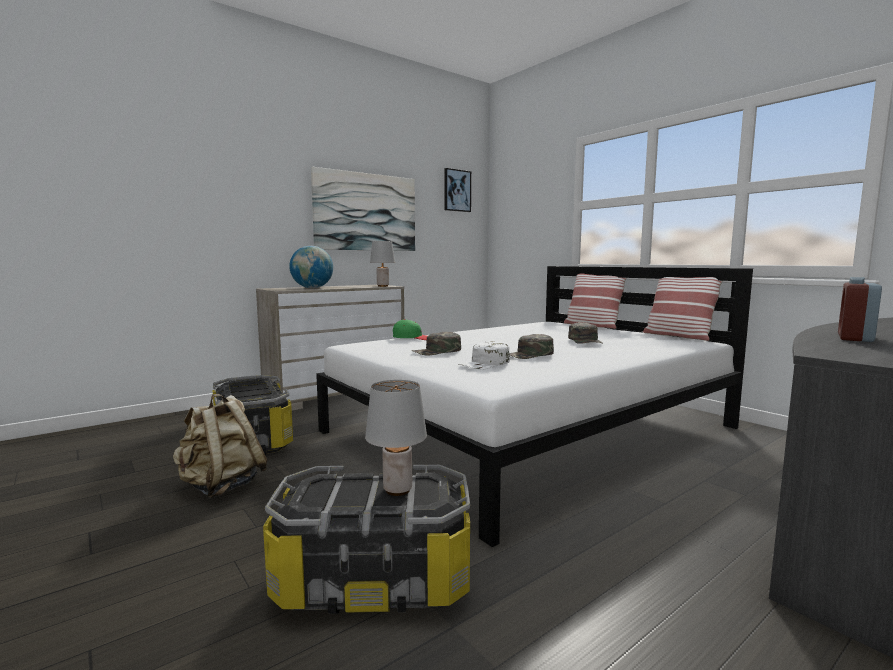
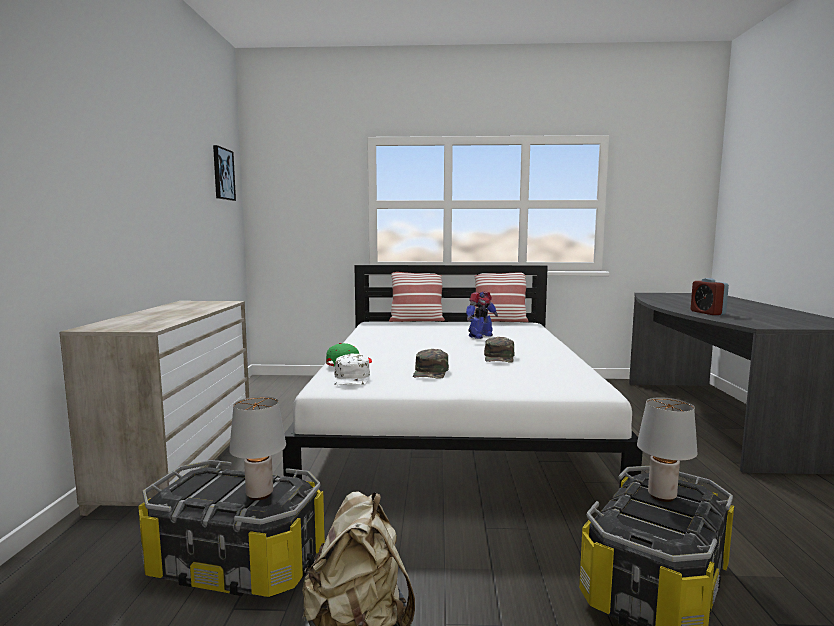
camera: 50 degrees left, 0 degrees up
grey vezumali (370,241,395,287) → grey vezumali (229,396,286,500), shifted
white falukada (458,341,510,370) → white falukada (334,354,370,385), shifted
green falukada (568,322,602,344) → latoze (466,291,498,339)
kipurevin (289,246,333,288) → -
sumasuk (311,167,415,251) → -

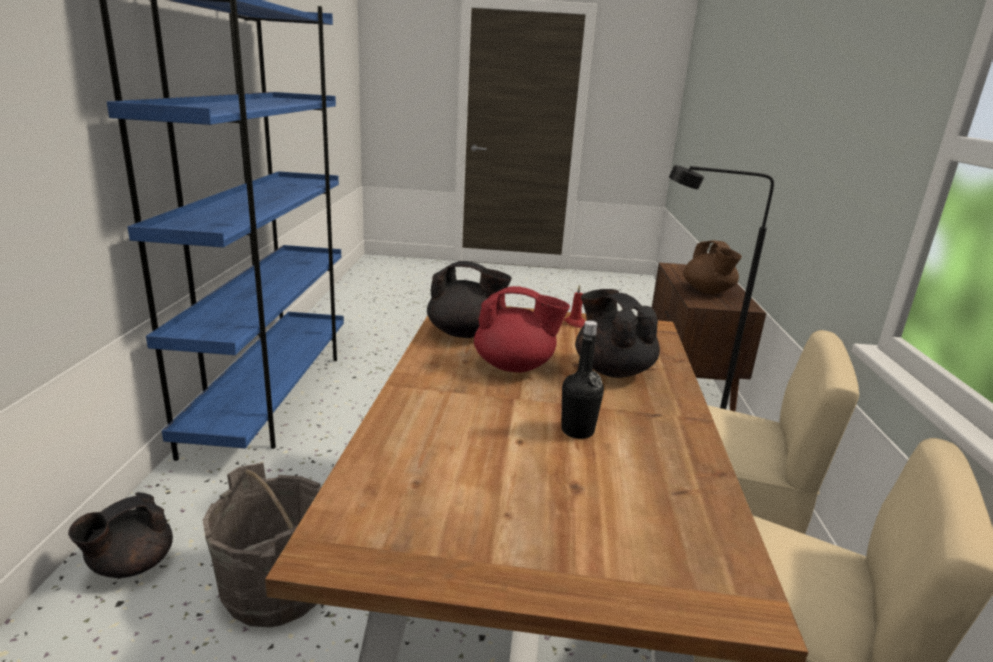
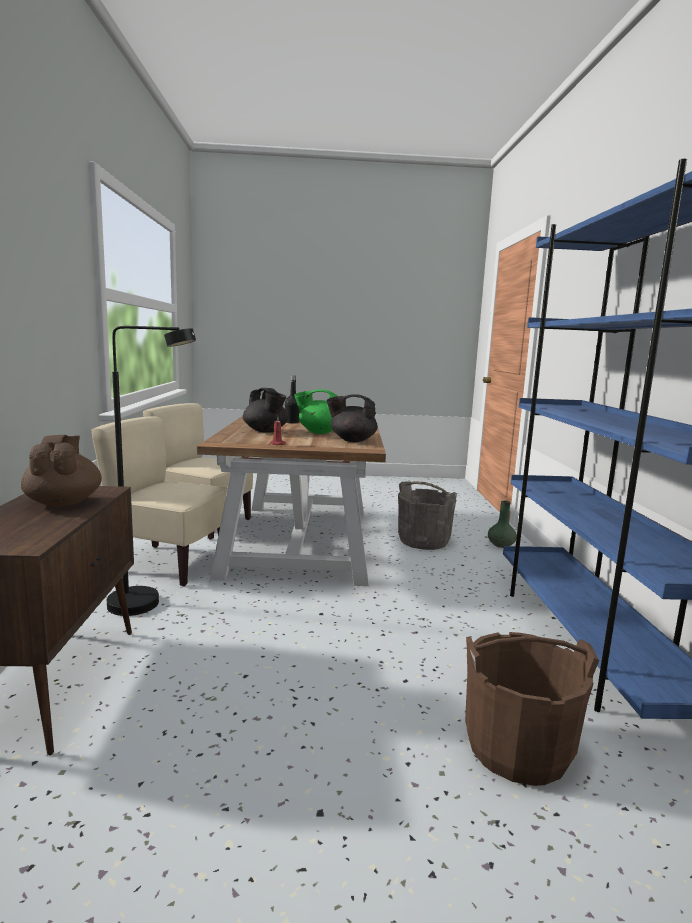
camera: 175 degrees right, 10 degrees down
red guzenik (474,286,570,373) → green guzenik (294,389,337,434)
- → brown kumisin (465,632,599,786)
black guzenik (68,492,173,578) → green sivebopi (488,500,517,548)

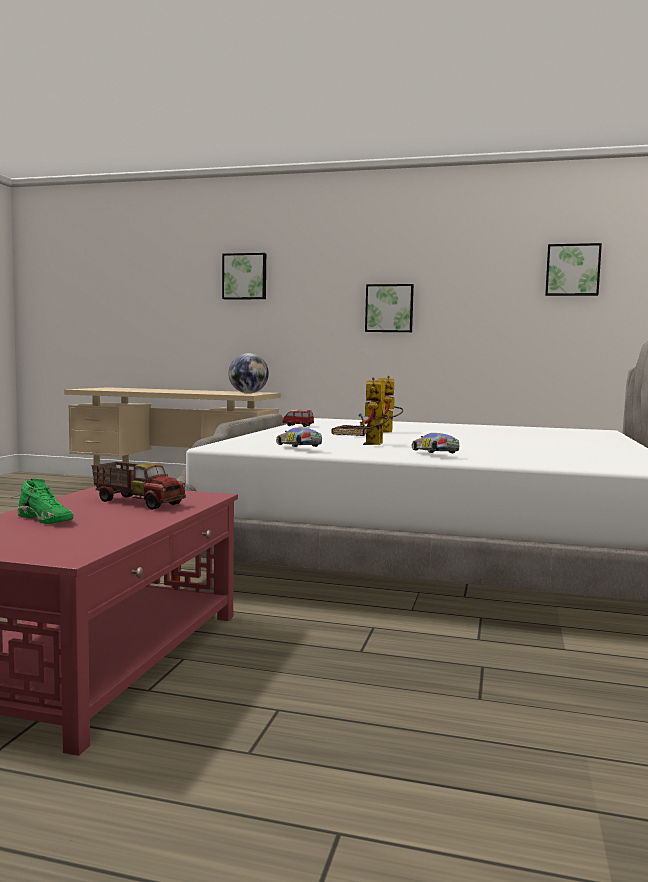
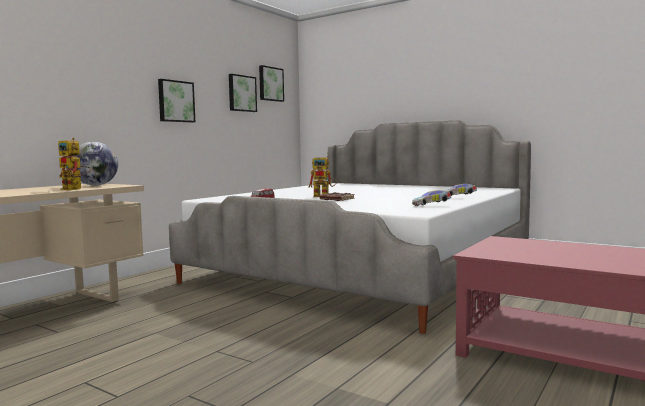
camera: 70 degrees left, 0 degrees up
latoze (358,377,390,445) → latoze (58,138,91,190), shifted
sumasuk (222,253,266,299) → sumasuk (229,74,257,112), shifted
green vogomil (18,478,74,524) → -
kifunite (92,462,186,510) → -

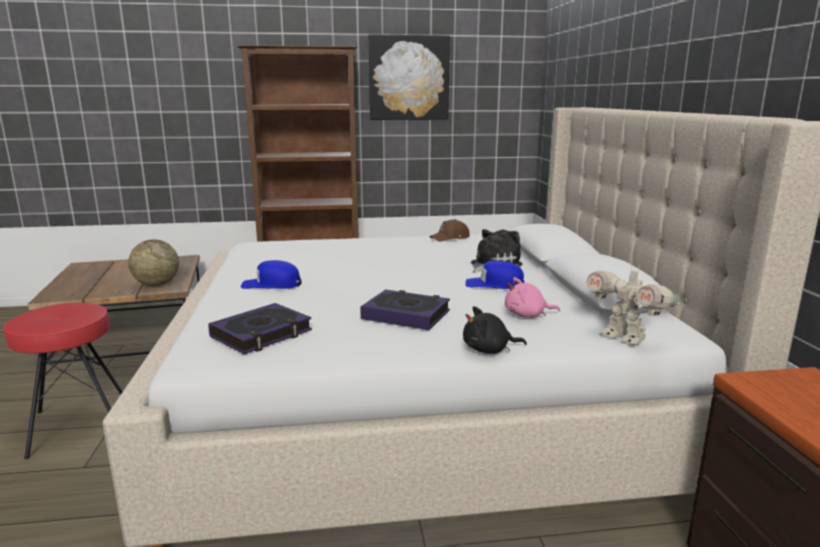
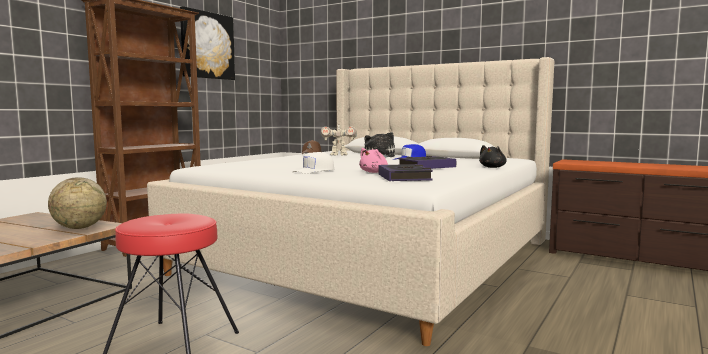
camera: 50 degrees left, 10 degrees down
blue falukada (241,260,302,289) → white falukada (292,152,334,174)
latoze (586,262,679,344) → latoze (321,121,357,156), shifted
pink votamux (505,277,560,318) → pink votamux (359,148,388,173), shifted

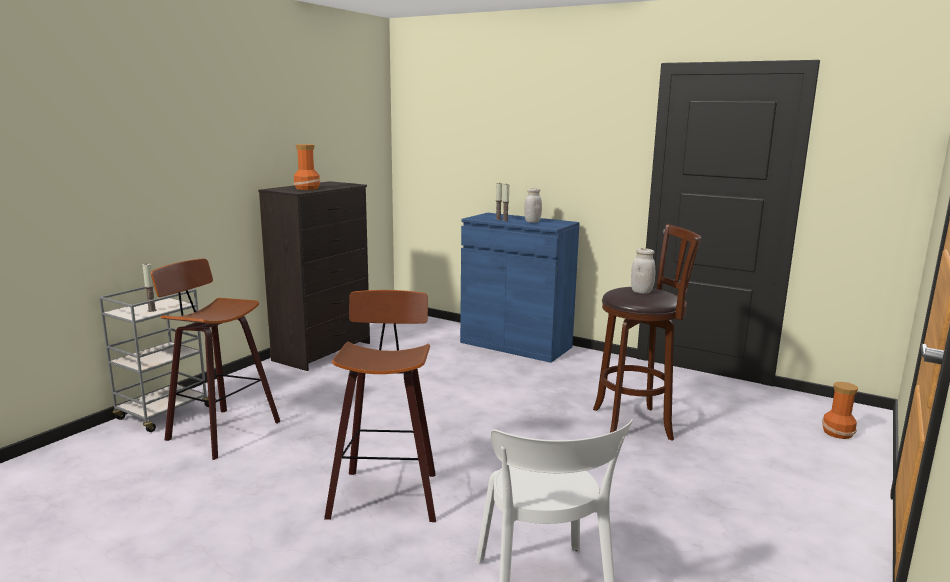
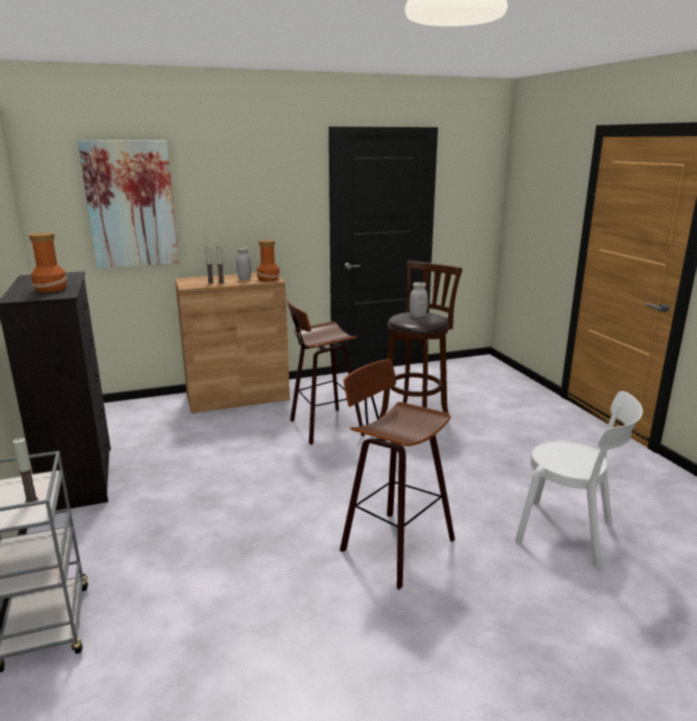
camera: 50 degrees left, 5 degrees up
- → sumasuk (78,140,179,269)
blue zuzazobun (460,213,580,363) → brown zuzazobun (175,273,290,413)
sivebopi (822,382,858,439) → sivebopi (256,240,280,282), shifted
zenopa (151,259,280,460) → zenopa (287,300,365,445), shifted

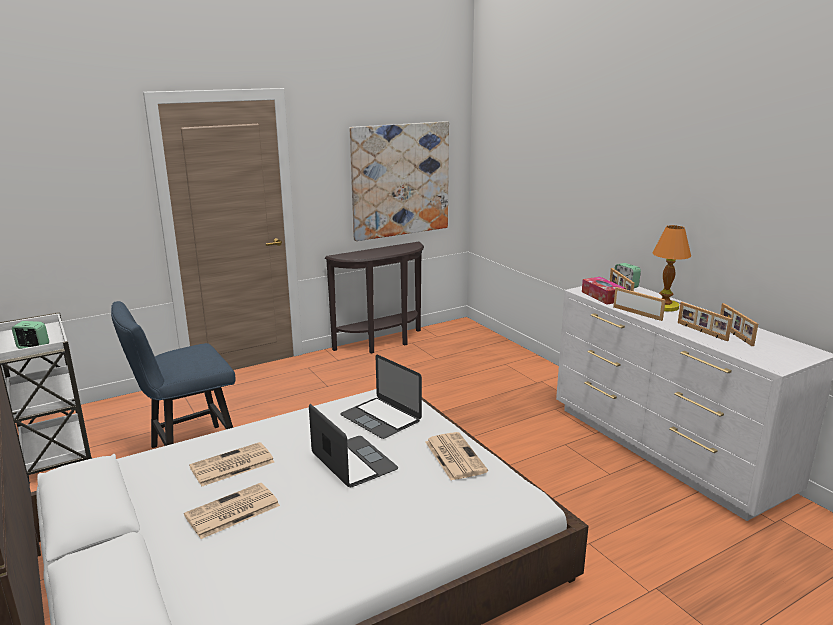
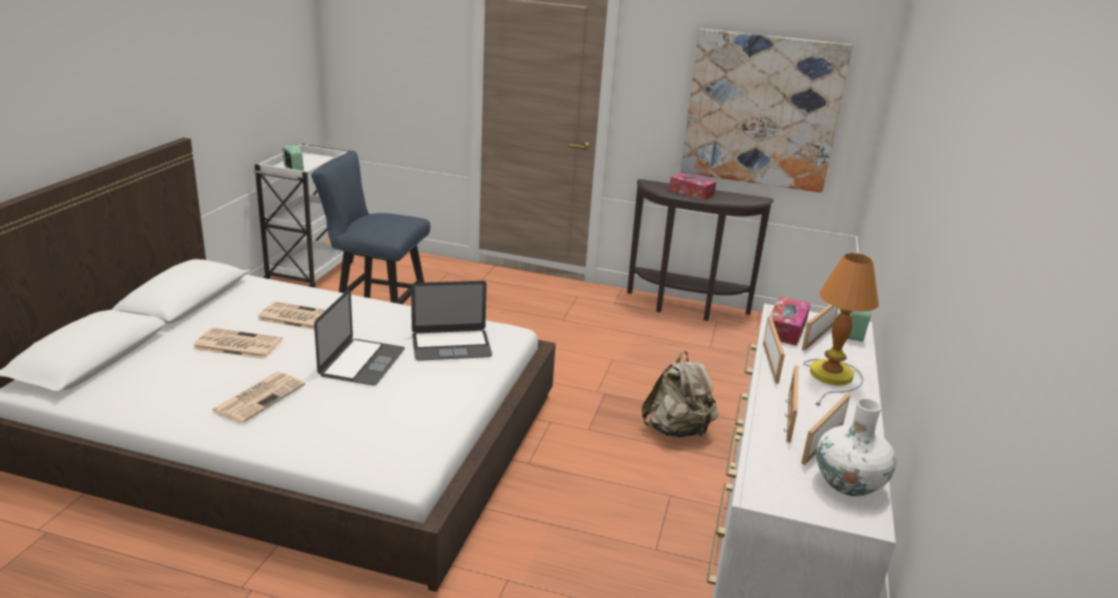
camera: 45 degrees right, 5 degrees up
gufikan (425,432,488,480) → gufikan (211,372,305,423), shifted
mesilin (340,355,422,439) → mesilin (411,281,492,361), 105 degrees counterclockwise
- → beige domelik (642,351,718,437)
- → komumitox (669,173,716,200)
- → white sivebopi (816,399,896,496)

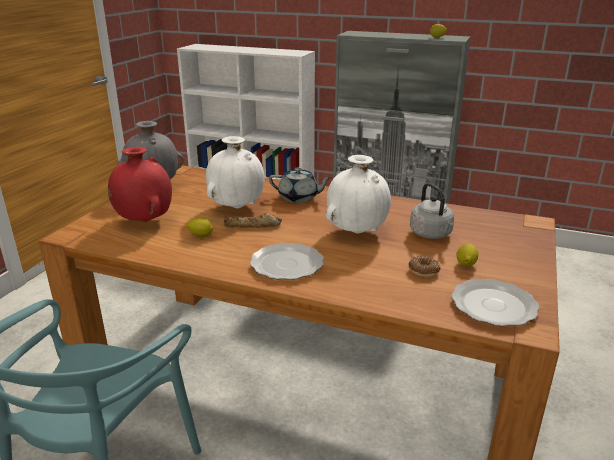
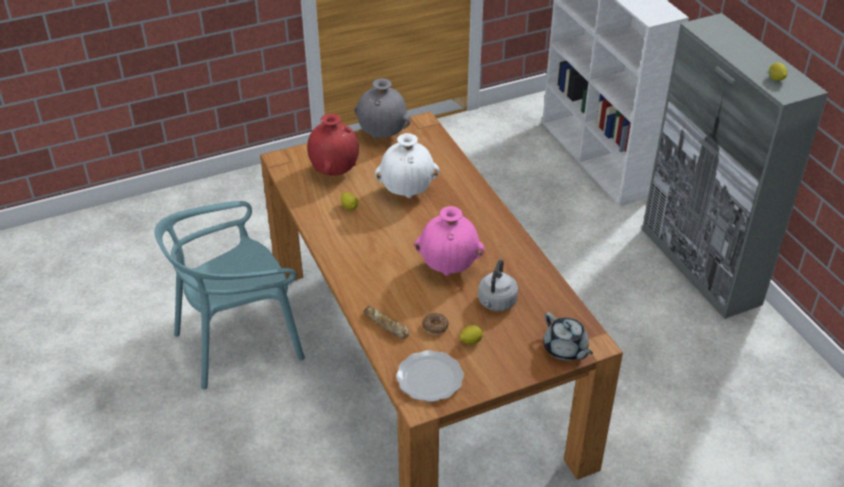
camera: 45 degrees right, 15 degrees up
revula (224,213,282,228) → revula (363,306,410,339), shifted
white sivebopi (326,155,391,234) → pink sivebopi (415,206,485,276)
grey guzenik (269,168,332,203) → grey guzenik (543,312,593,361), shifted
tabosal (250,243,324,280) → -

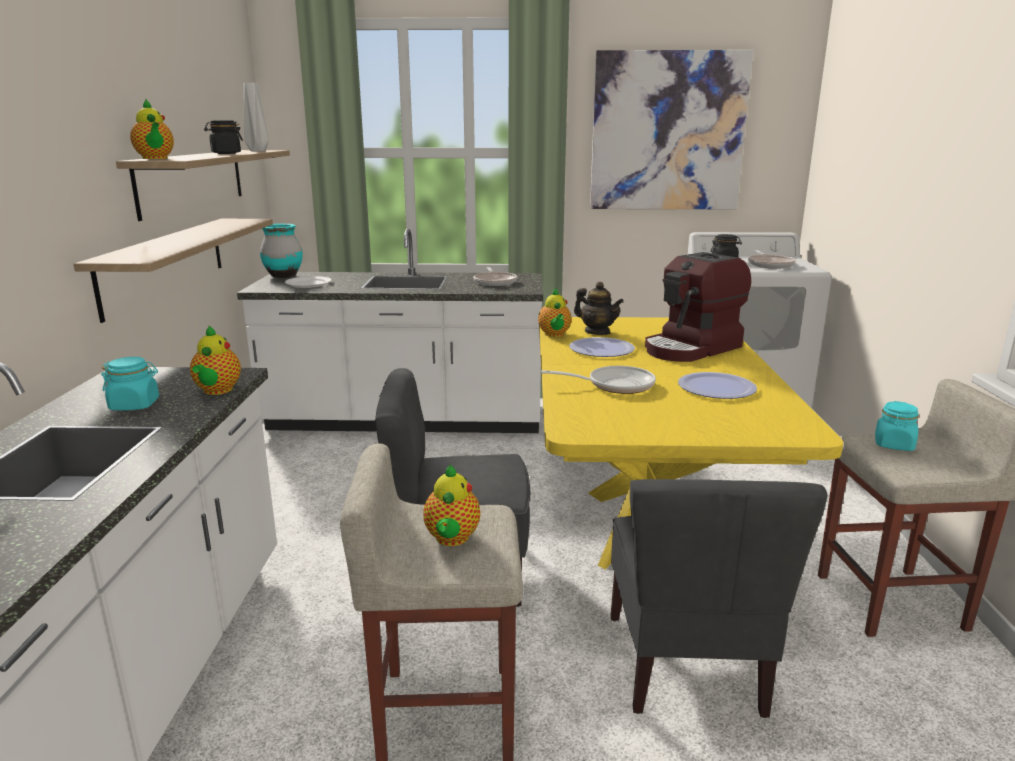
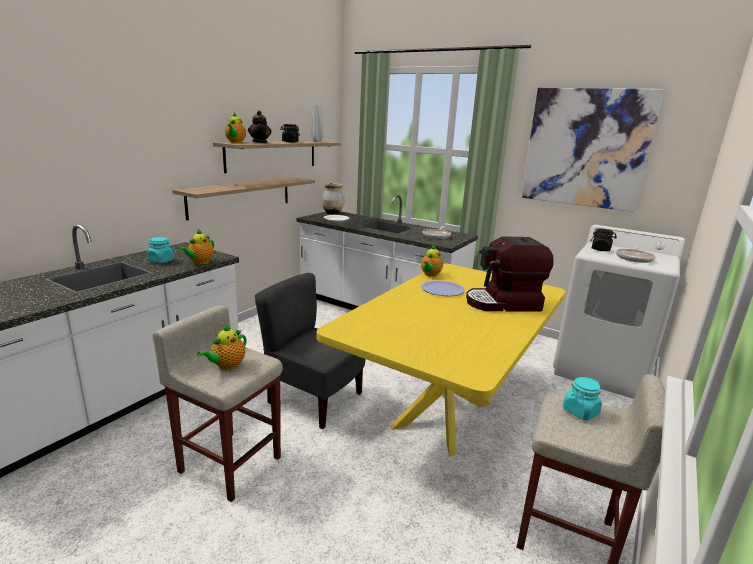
camera: 30 degrees right, 0 degrees up
guzenik (574,282,624,335) → guzenik (248,110,271,143), shifted
turquoise sivebopi (260,223,303,278) → beige sivebopi (322,183,345,214)
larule (541,366,656,394) → -
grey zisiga (610,479,828,718) → -
tabosal (678,372,757,399) → -

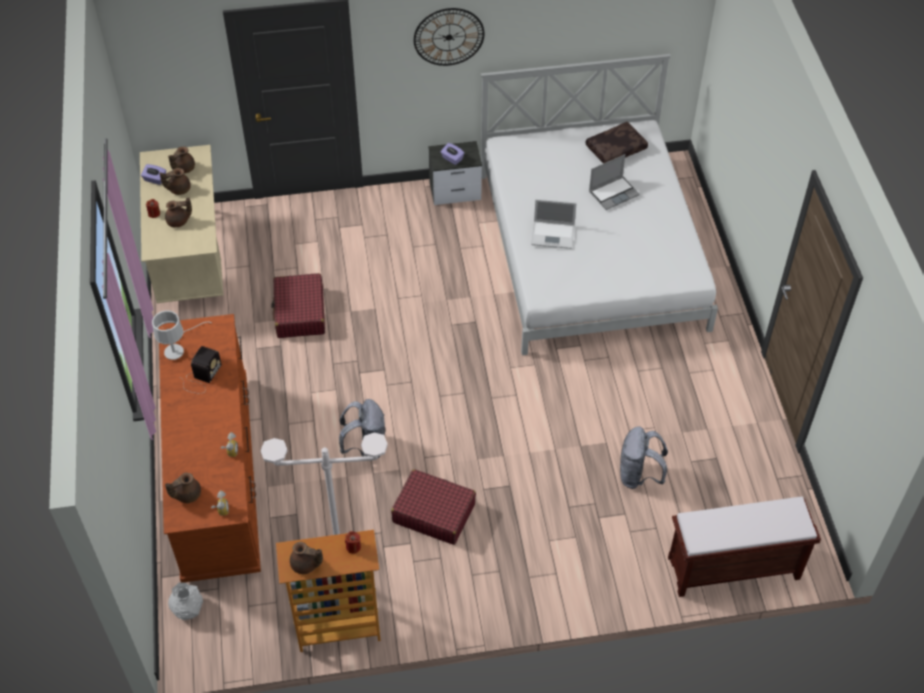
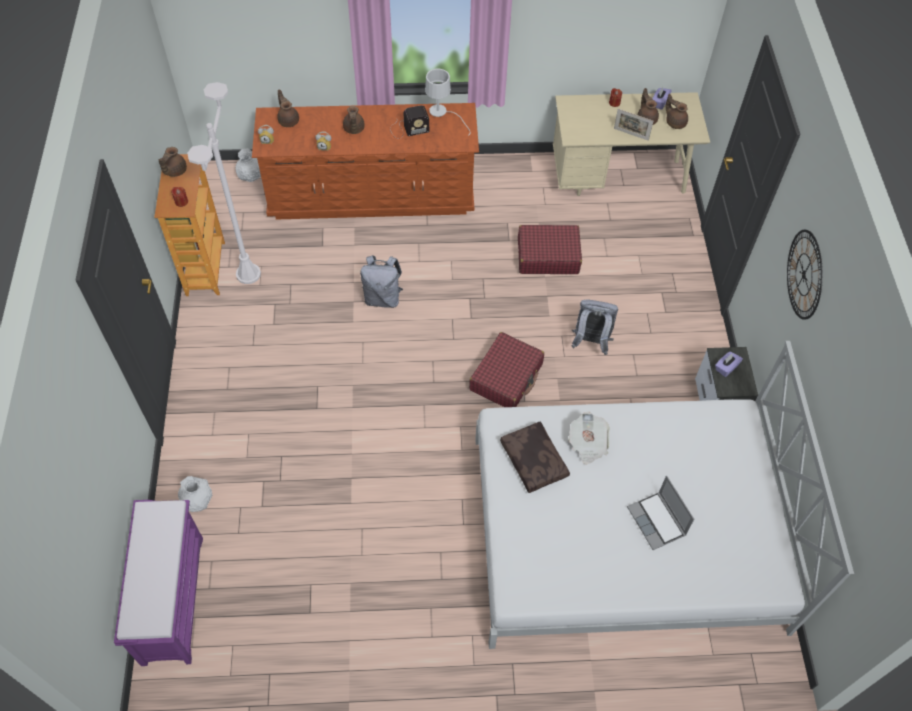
camera: 95 degrees right, 5 degrees up
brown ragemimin (668,496,821,597) → purple ragemimin (114,500,203,666)
- → white sivebopi (178,476,212,512)
brown guzenik (165,198,192,227) → brown guzenik (343,106,365,134), shifted
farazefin (181,346,222,393) → farazefin (390,105,429,139), 45 degrees counterclockwise
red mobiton (391,469,476,545) → red mobiton (469,332,544,407), shifted
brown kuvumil (586,122,648,164) → brown kuvumil (500,421,570,493), shifted
mesilin (531,199,577,249) → gufikan (568,412,610,465)
grey domelik (620,426,668,489) → grey domelik (572,299,618,355), shifted
- → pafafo (614,109,653,141)

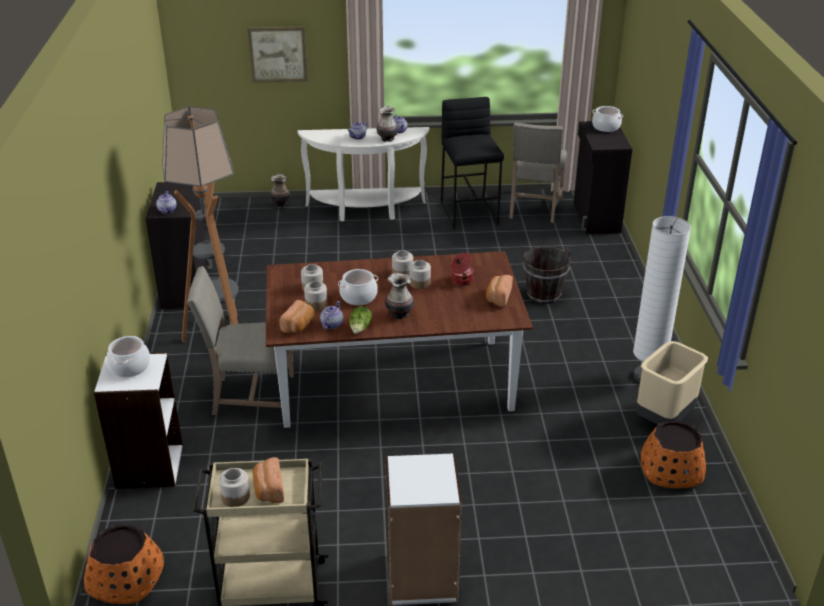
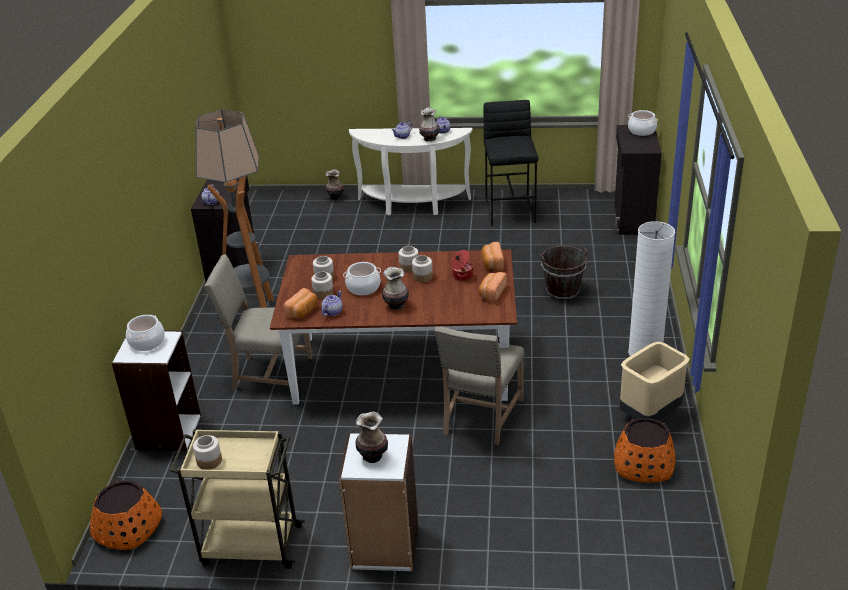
camera: 10 degrees right, 0 degrees up
- → sivebopi (356,411,388,463)
beige zisiga (509,123,567,223) → beige zisiga (435,326,524,445), shifted
revula (252,457,284,503) → revula (481,242,504,270), shifted
sumasuk (247,27,308,83) → -
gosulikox (349,306,372,334) → -

